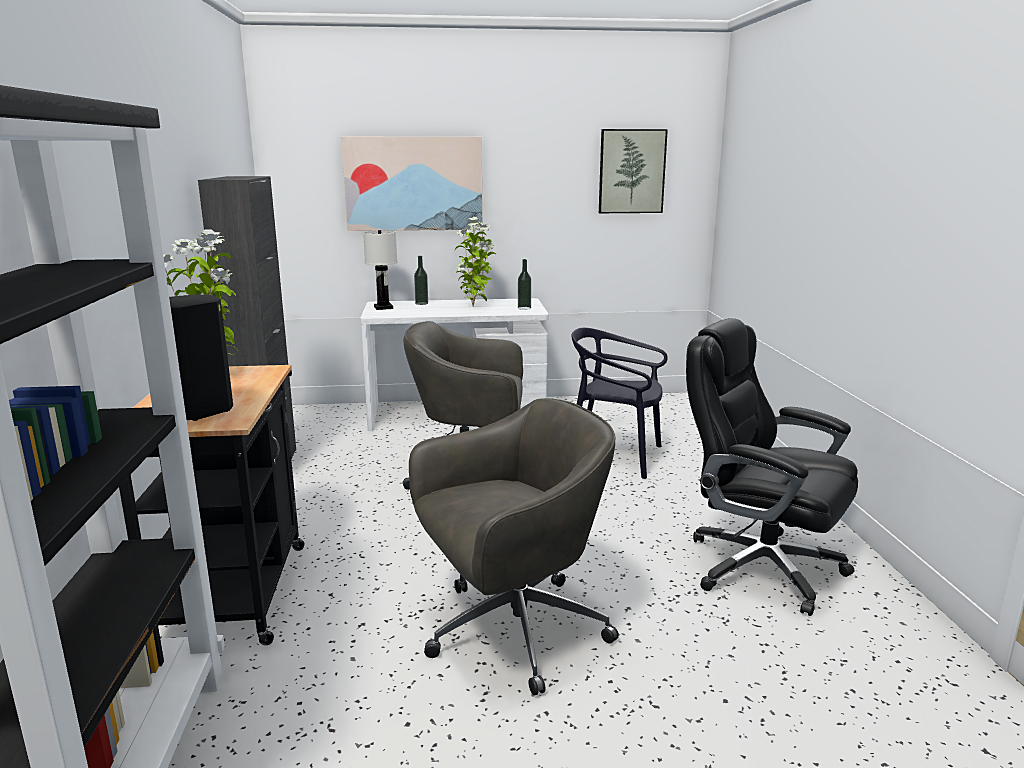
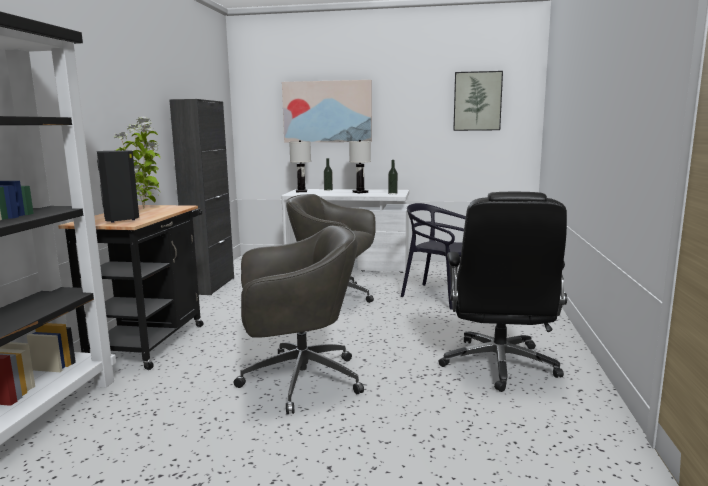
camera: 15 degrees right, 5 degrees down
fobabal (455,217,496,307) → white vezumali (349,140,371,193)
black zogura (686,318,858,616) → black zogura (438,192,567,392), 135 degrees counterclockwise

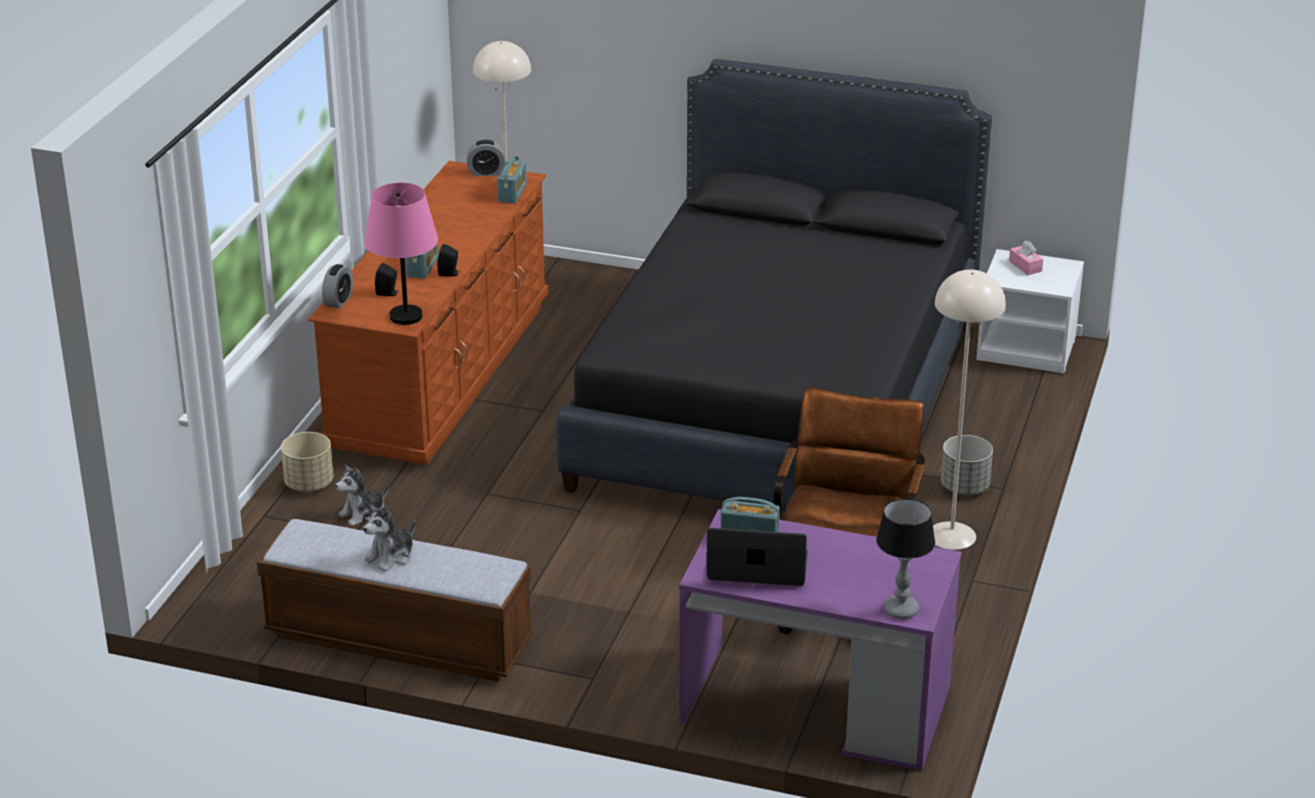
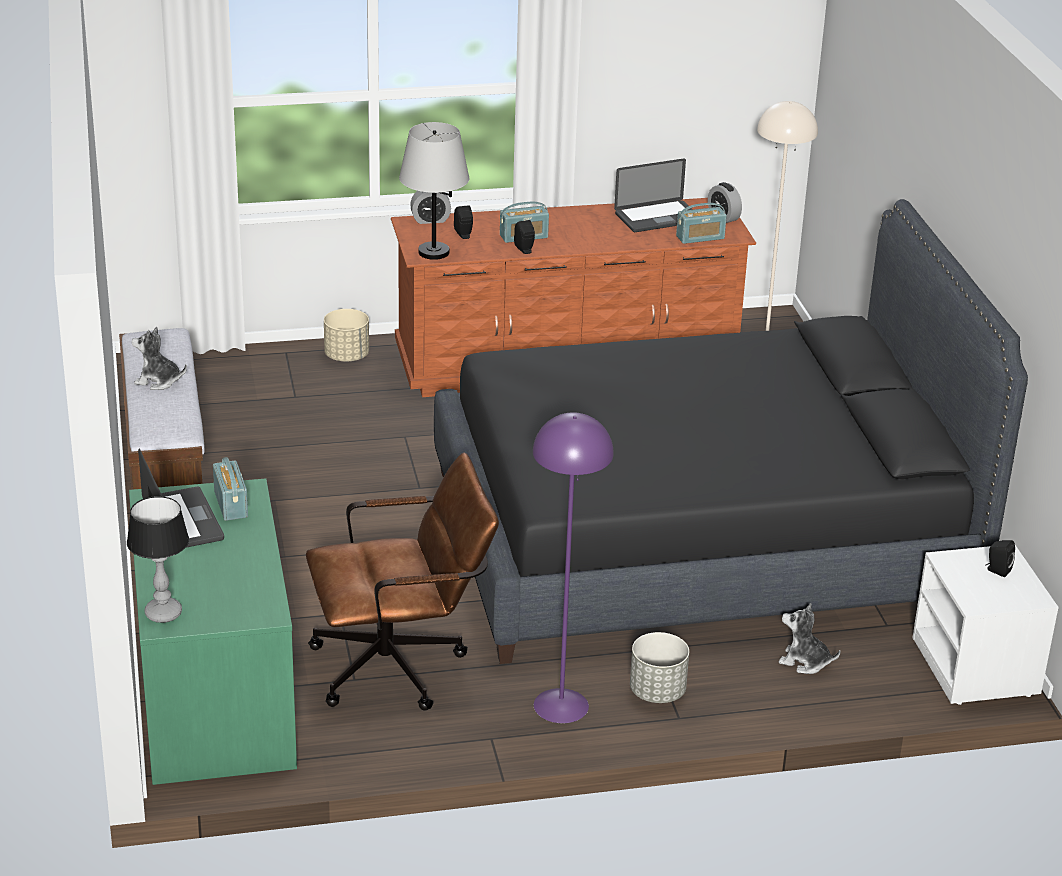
camera: 60 degrees right, 0 degrees up
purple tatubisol (679,509,962,771) → green tatubisol (129,478,297,785)
pink vezumali (364,183,438,325) → grey vezumali (399,122,469,260)
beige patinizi (933,269,1006,550) → purple patinizi (533,412,614,723)
- → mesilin (614,159,693,232)
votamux (335,465,389,526) → votamux (779,603,840,674), shifted
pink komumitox (1009,241,1043,275) → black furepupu (985,540,1015,577)

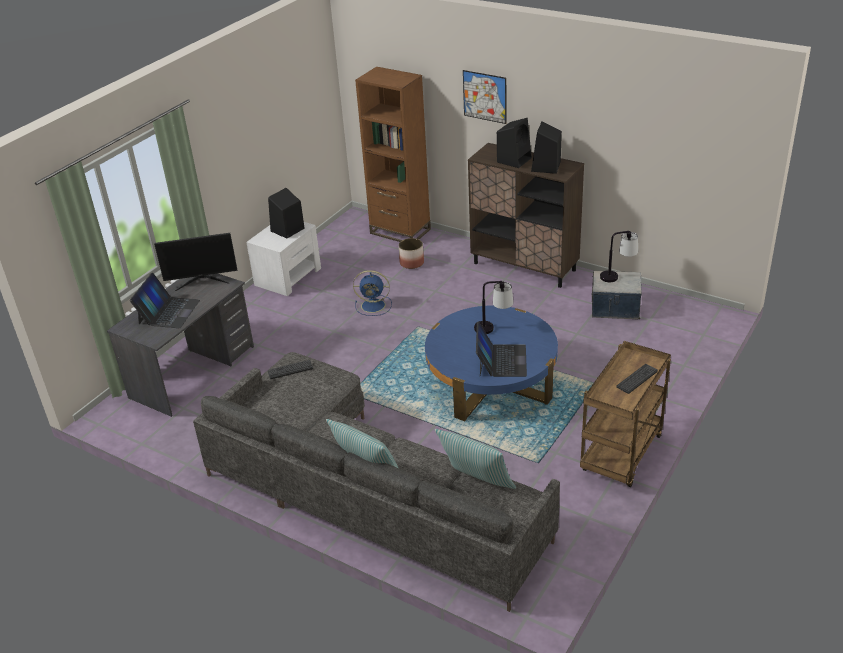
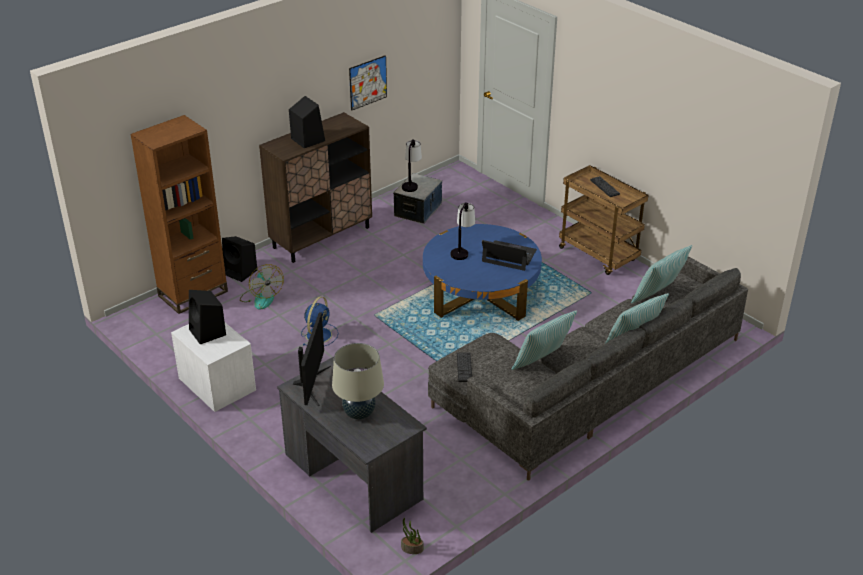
camera: 75 degrees left, 0 degrees up
black furepupu (531,121,562,174) → black furepupu (222,236,257,282), shifted
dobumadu (399,238,424,269) → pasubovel (240,264,284,310)
mesilin (130,273,200,328) → beige vezumali (332,343,384,420)
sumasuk (463,70,507,124) → sumasuk (349,55,387,111), shifted
- → fobabal (401,518,423,554)
- → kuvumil (512,310,577,370)

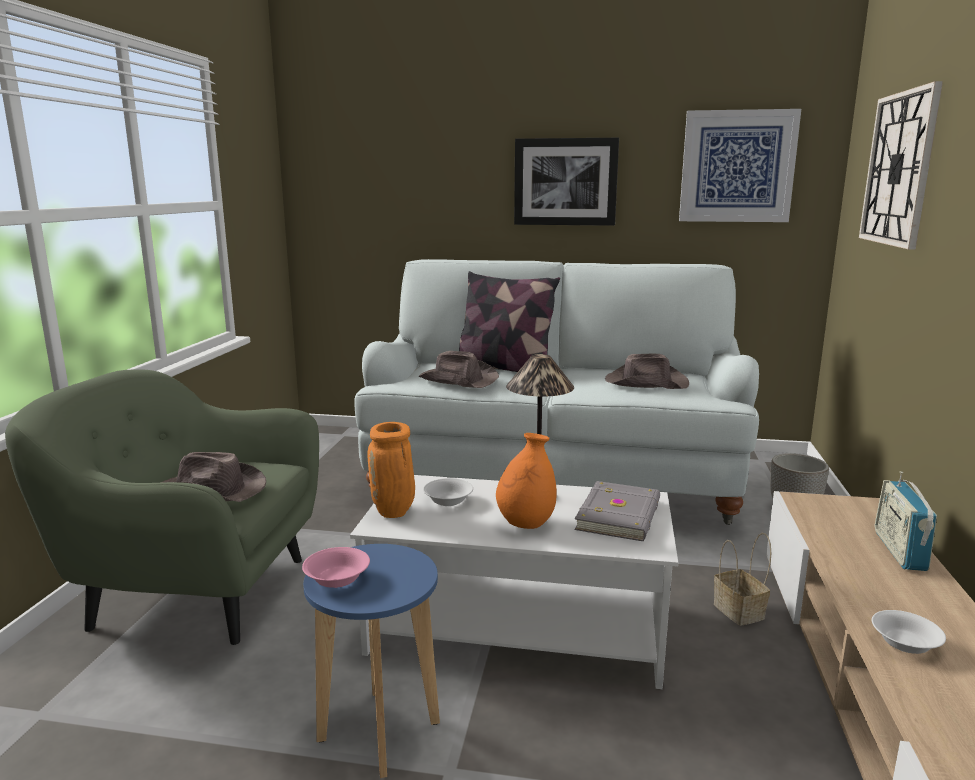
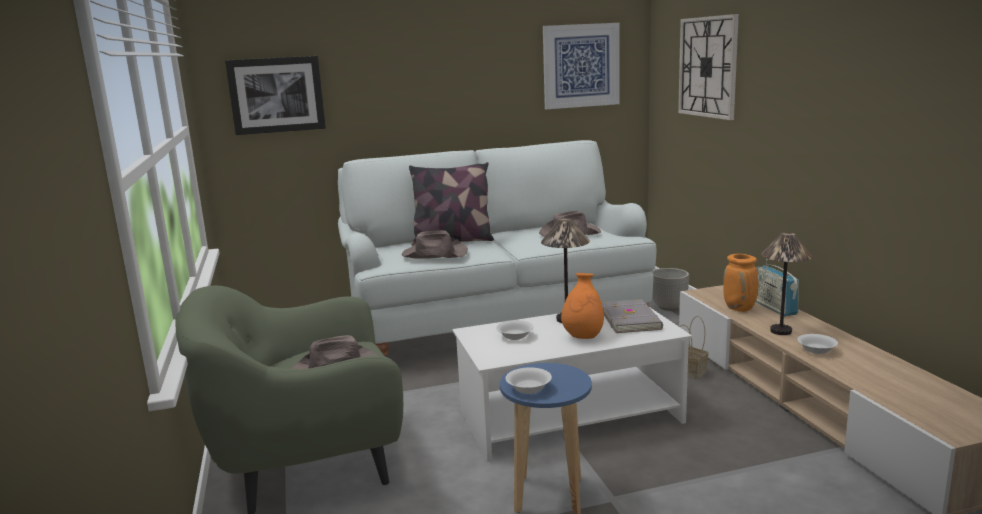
camera: 25 degrees left, 0 degrees up
sumasuk (514,138,619,226) → sumasuk (225,56,326,135), shifted
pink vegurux (302,547,370,588) → white vegurux (505,367,552,394)
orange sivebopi (367,422,415,518) → orange sivebopi (723,254,758,312), shifted
- → vezumali (761,232,812,335)

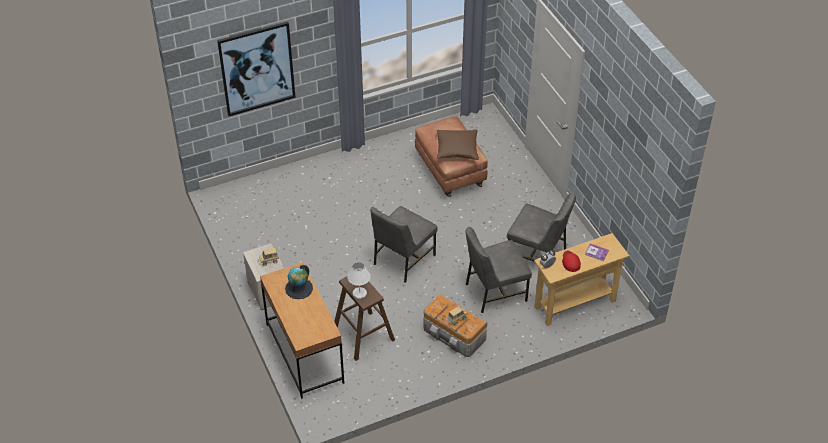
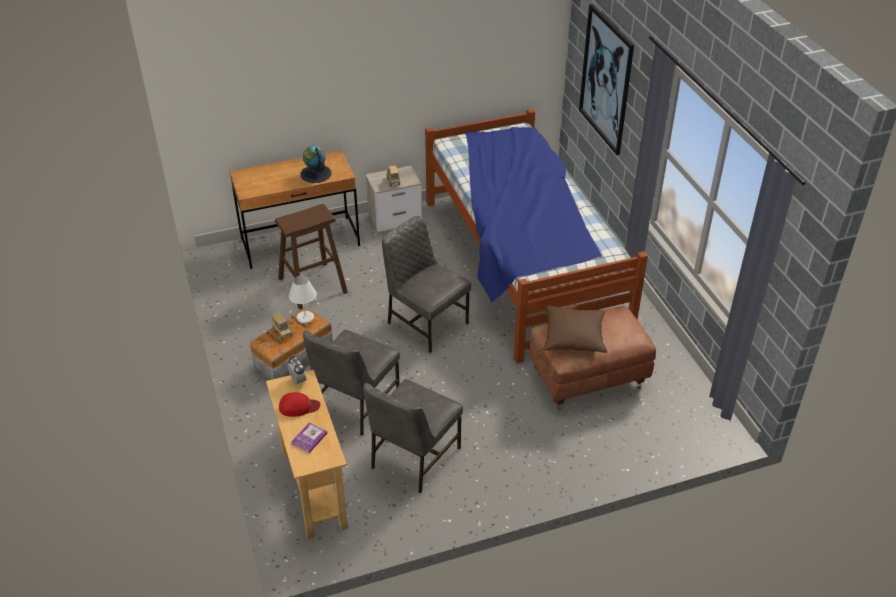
camera: 95 degrees right, 5 degrees down
white vezumali (347,262,370,299) → white vezumali (288,276,317,324), shifted
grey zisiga (466,227,532,313) → grey zisiga (303,330,400,436), 135 degrees counterclockwise
- → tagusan (425,109,648,363)

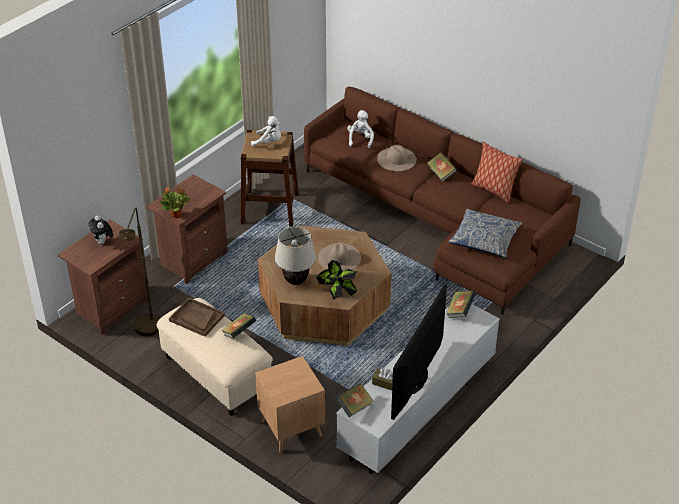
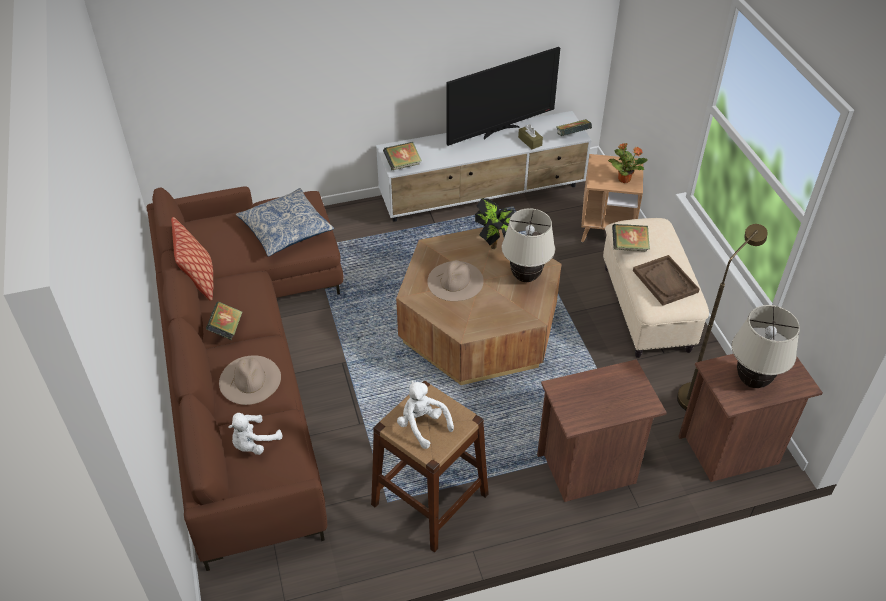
camera: 145 degrees left, 5 degrees up
fobabal (160,187,190,218) → fobabal (608,143,647,183), shifted
votamux (88,216,113,244) → beige vezumali (732,305,800,388)

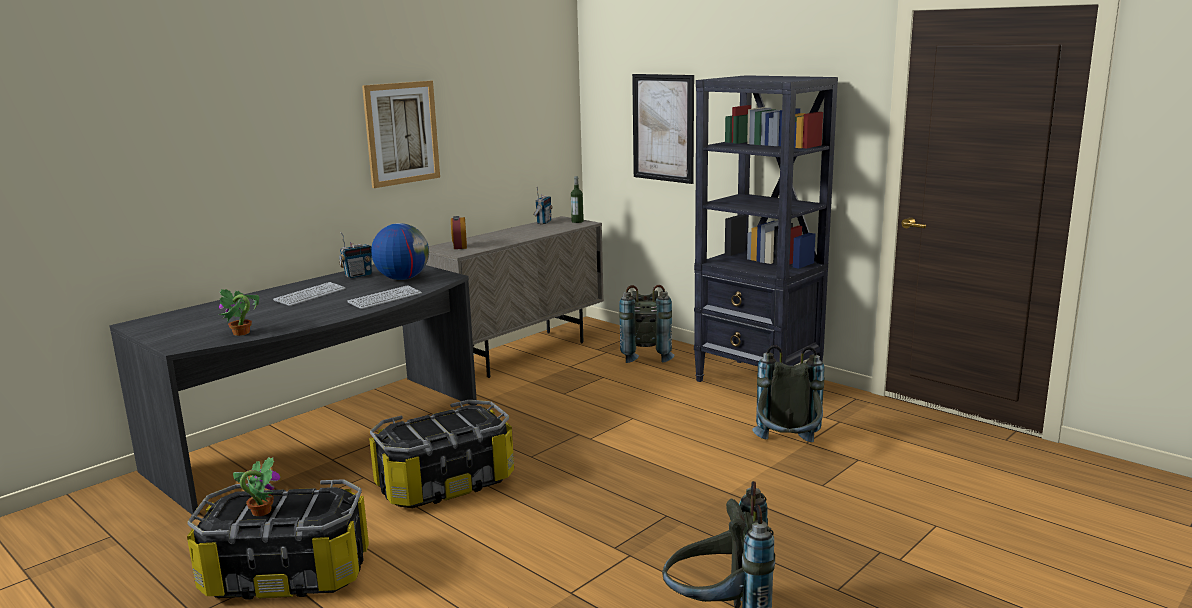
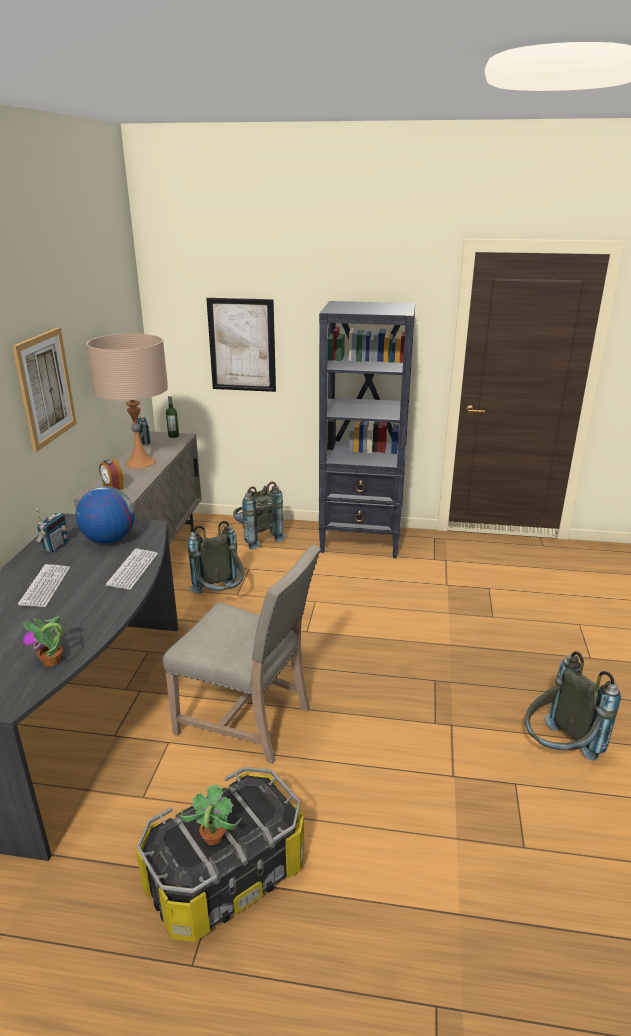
camera: 35 degrees left, 10 degrees up
- → beige vezumali (86,334,168,469)
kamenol (369,400,514,508) → beige zisiga (162,545,321,764)
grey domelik (752,345,824,442) → grey domelik (188,521,244,594), shifted

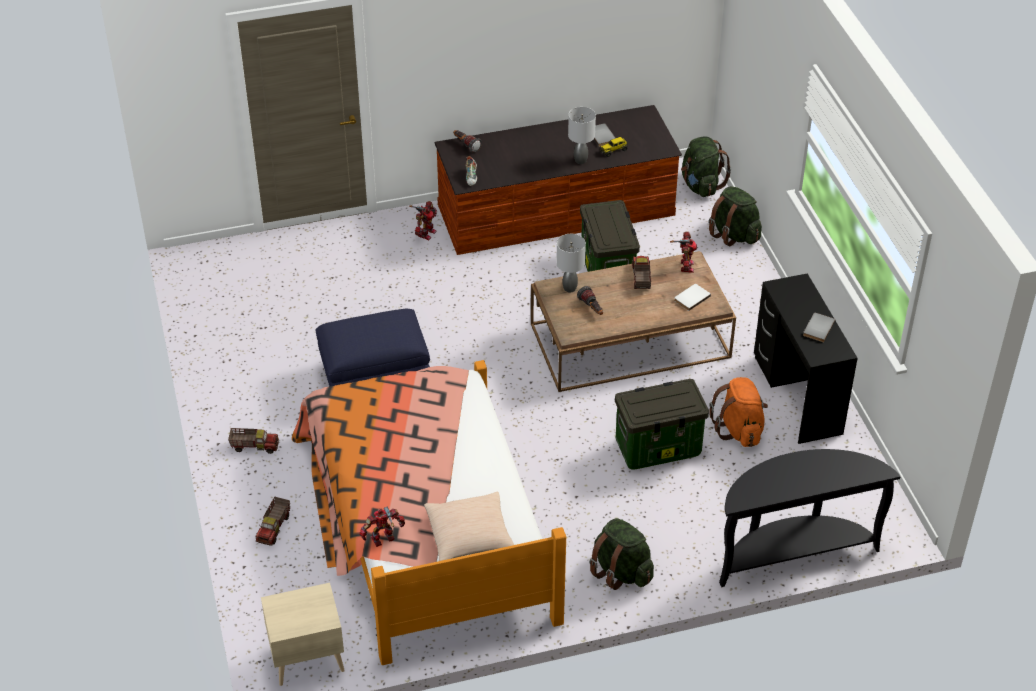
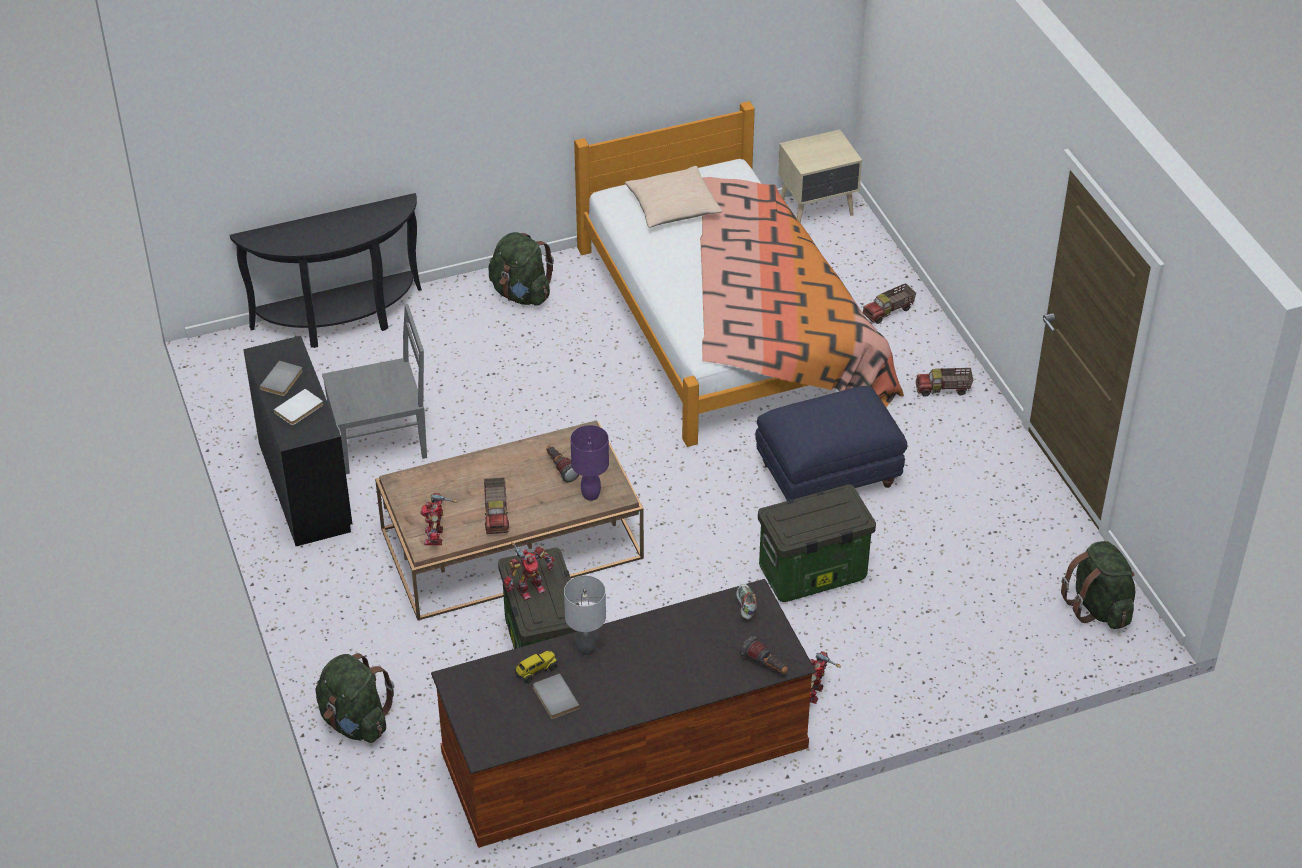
camera: 175 degrees right, 0 degrees up
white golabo (674,284,711,311) → white golabo (274,389,323,425), shifted
orange domelik (709,377,768,447) → grey zisiga (322,304,427,474)
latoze (359,507,405,547) → latoze (503,542,554,600), shifted
grey vezumali (556,234,586,292) → purple vezumali (571,425,609,501)
kamenol (615,379,709,470) → kamenol (758,485,876,602), shifted
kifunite (256,497,290,546) → kifunite (863,283,916,324), 135 degrees counterclockwise
green domelik (681,137,731,197) → green domelik (1061,541,1135,629), shifted

